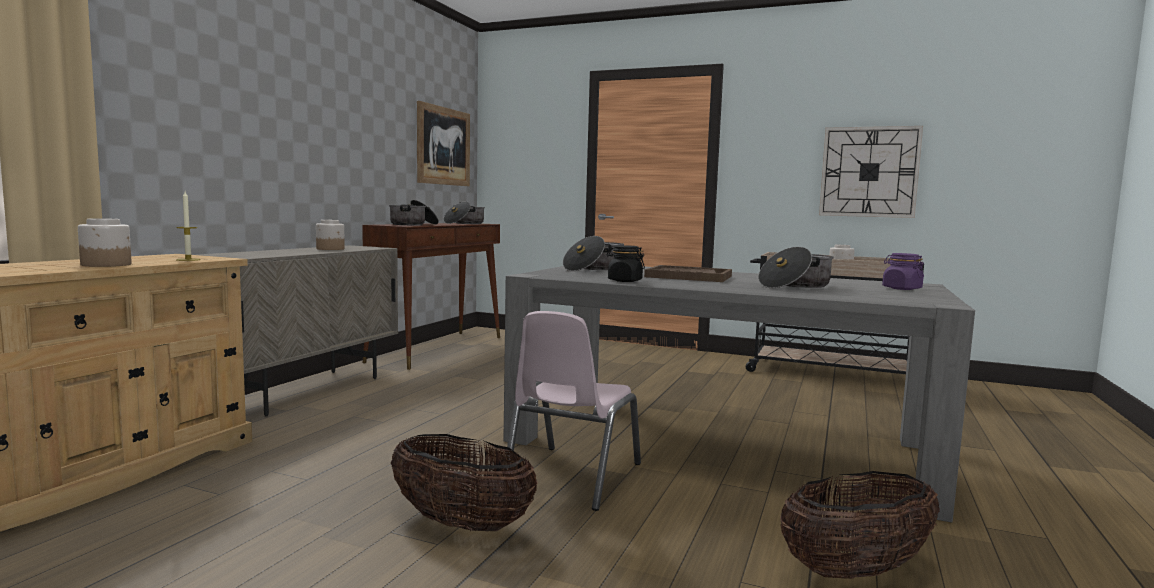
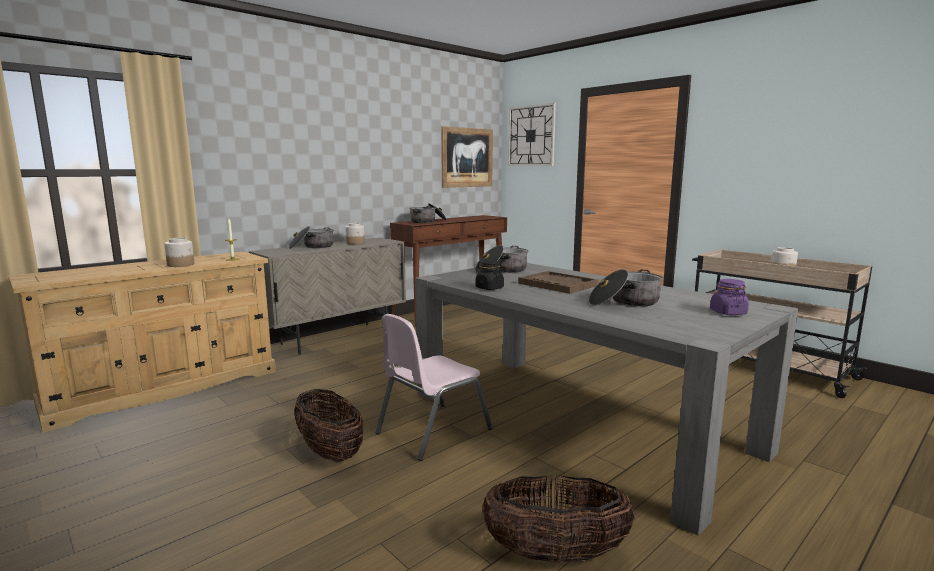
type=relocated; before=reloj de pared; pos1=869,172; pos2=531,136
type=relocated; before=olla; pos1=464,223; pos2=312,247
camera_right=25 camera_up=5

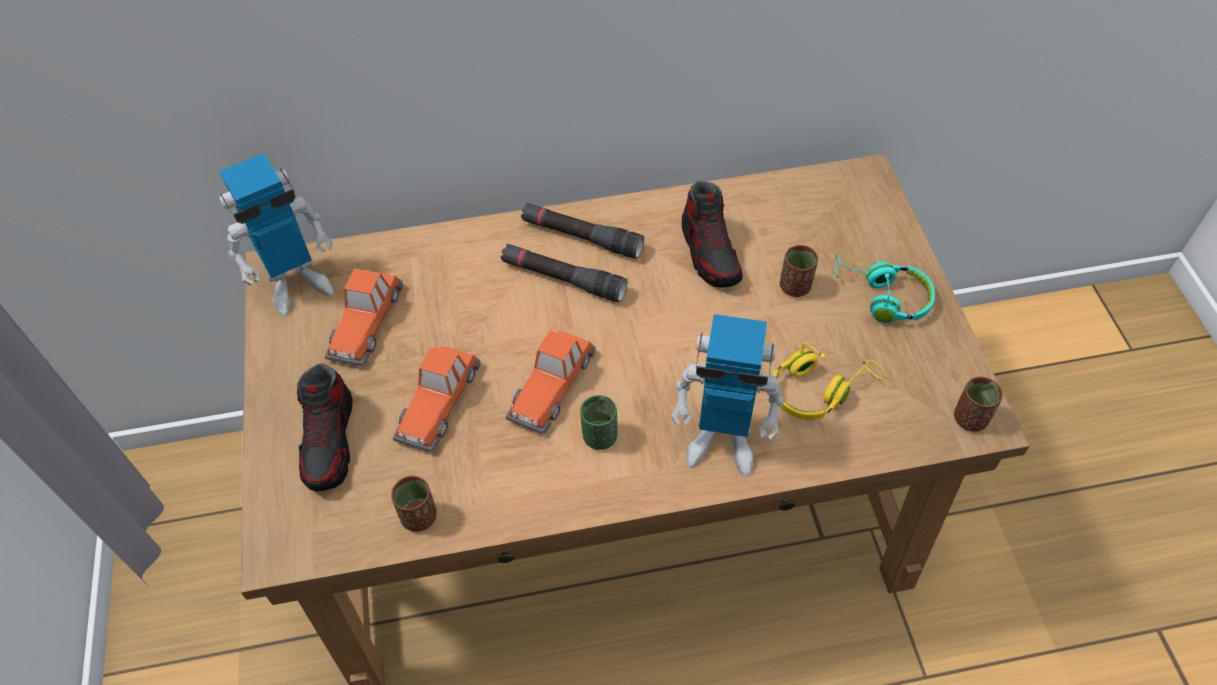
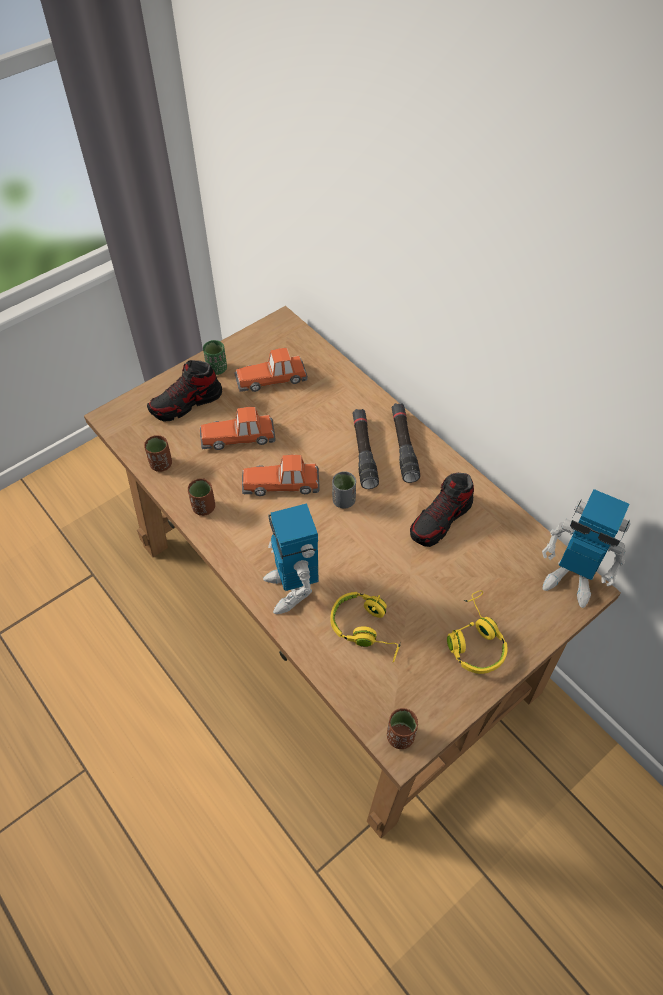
type=relocated; before=robot de juguete; pos1=297,285; pos2=571,579
type=relocated; before=taza (marrón); pos1=795,286; pos2=204,507
type=colour; before=auriculares (turquesa); after=auriculares (amarillo); pos1=882,297; pos2=474,640
type=relocated; before=taza (verde); pos1=599,436; pos2=217,369
type=appeared; after=taza (gris); pos2=343,500
camera_right=60 camera_up=0

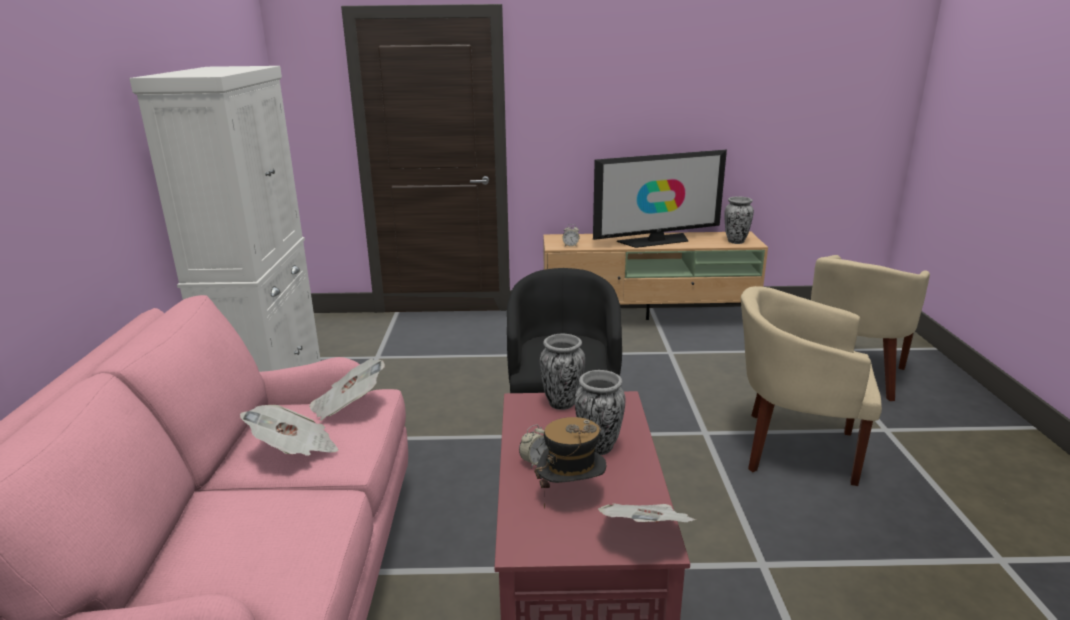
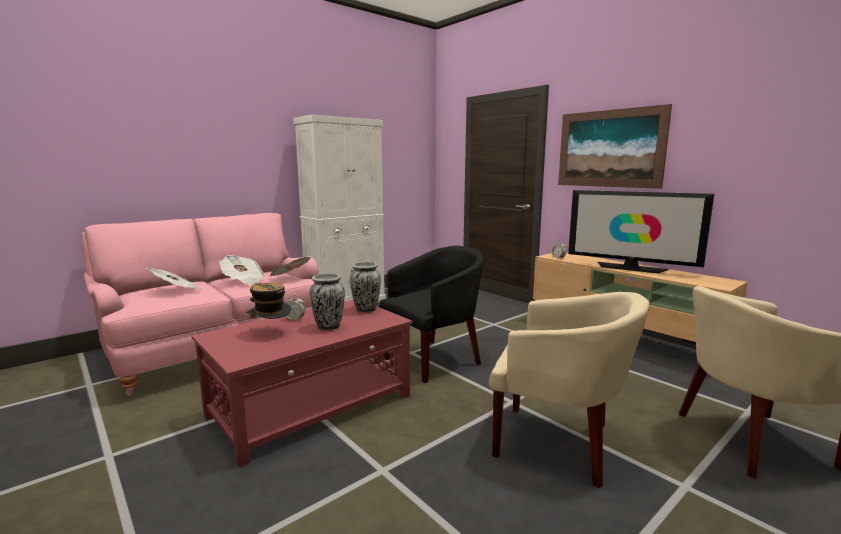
type=missing; before=florero; pos1=736,241
type=spun; before=sillón (beis); pos1=794,448; pos2=558,443; turn=135
type=relocated; before=periódico; pos1=646,533; pos2=177,291
type=appeared; after=cuadro; pos2=609,148
camera_right=50 camera_up=-10

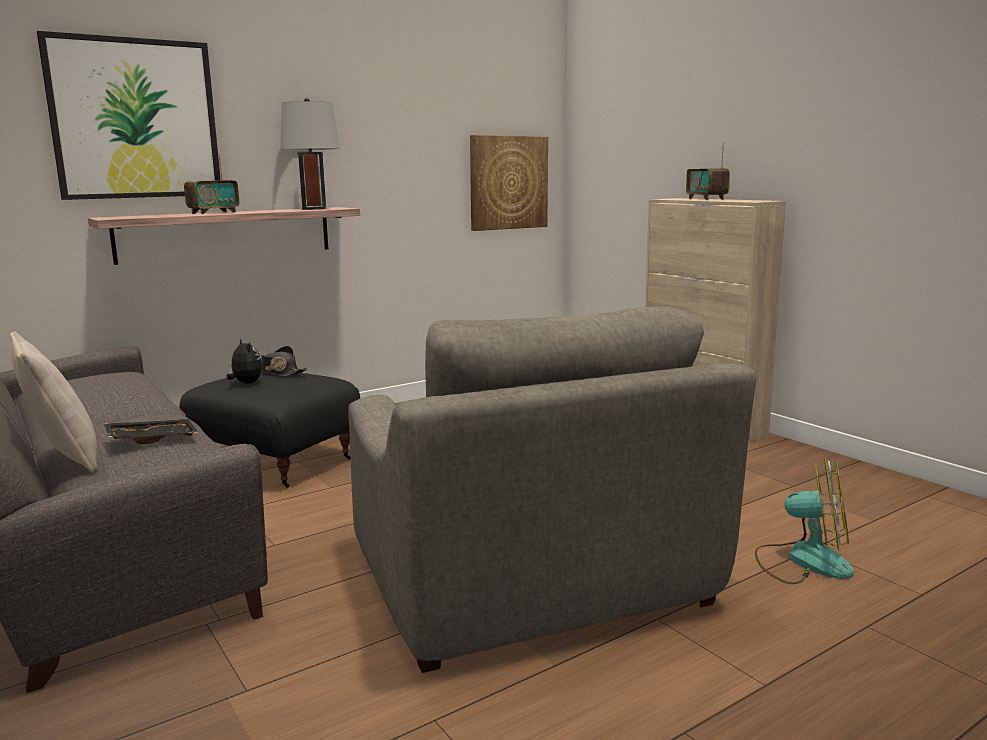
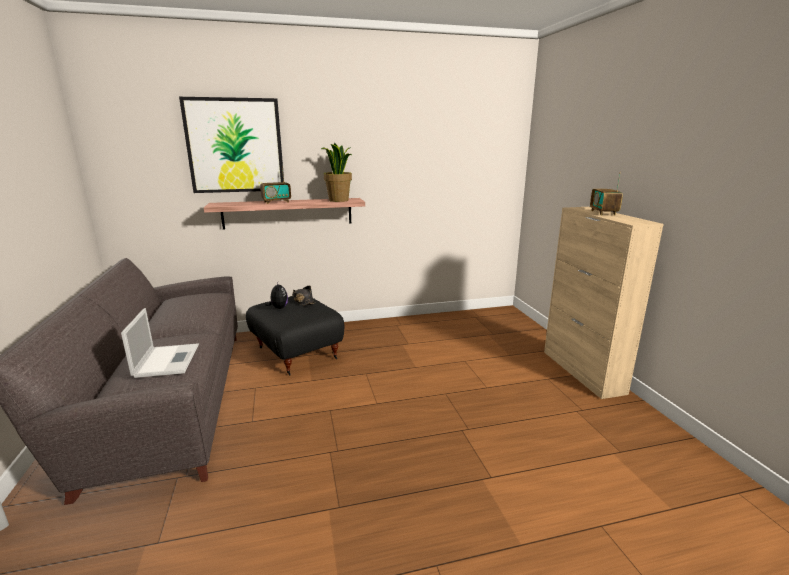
type=exchanged; before=lámpara de mesa (gris); after=planta en maceta; pos1=314,209; pos2=339,200
type=missing; before=cuadro; pos1=508,182
type=missing; before=sillón (gris); pos1=531,579
type=missing; before=cojín (beis); pos1=63,456
type=exchanged; before=bandeja (negro); after=portátil; pos1=152,439; pos2=167,360
type=missing; before=ventilador; pos1=803,561
camera_right=20 camera_up=5

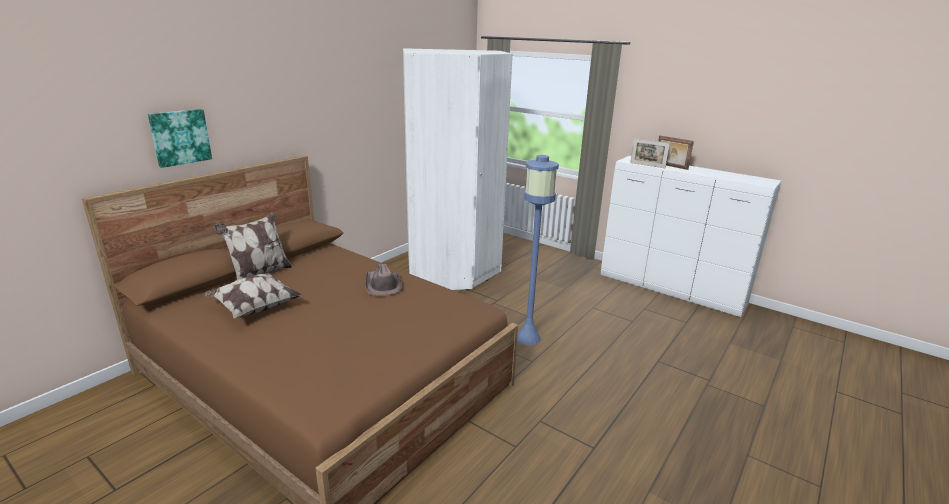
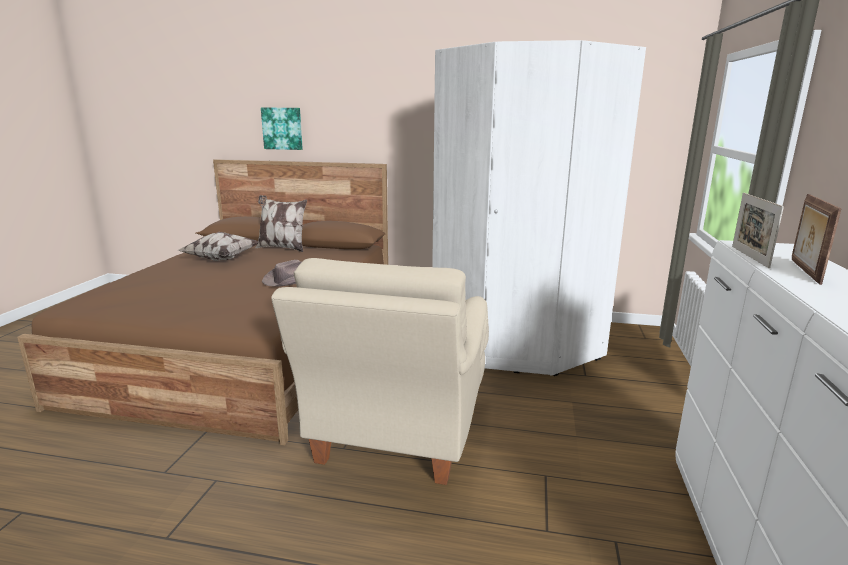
type=exchanged; before=lámpara de pie (azul); after=sillón (beis); pos1=528,338; pos2=397,433
camera_right=65 camera_up=-5

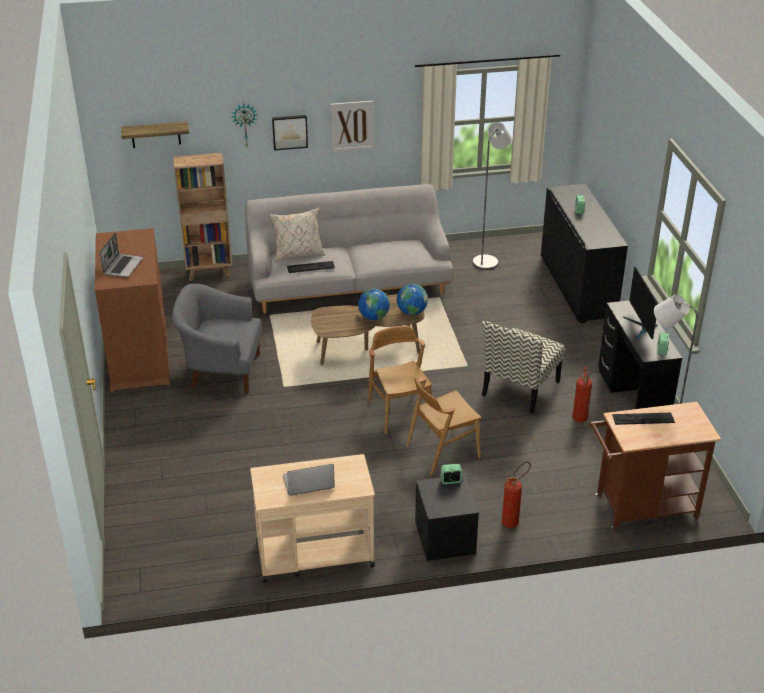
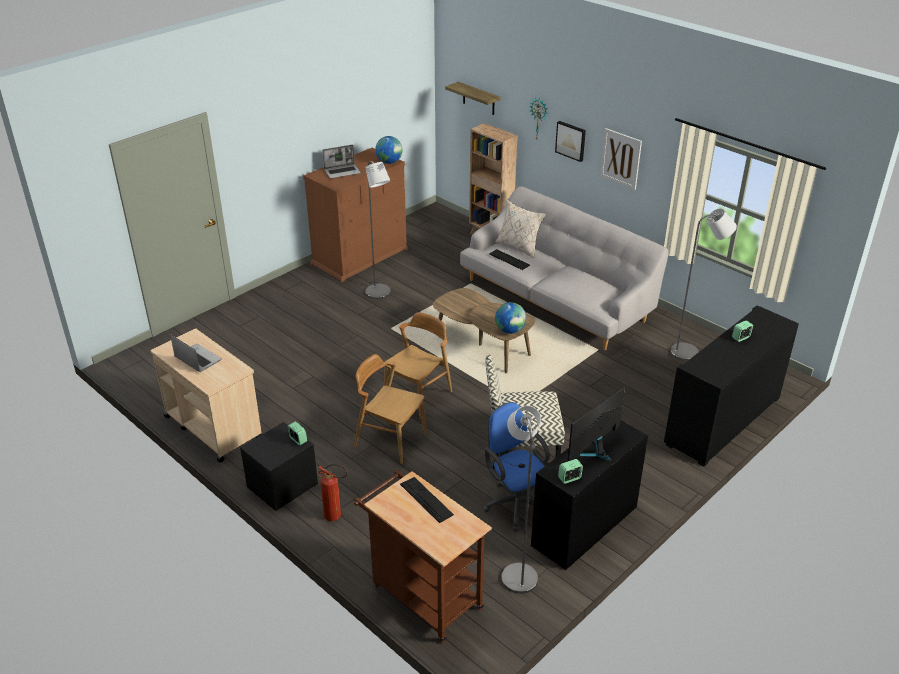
type=exchanged; before=sillón (gris); after=lámpara de pie (gris); pos1=221,371; pos2=380,294
type=relocated; before=globo terráqueo; pos1=373,317; pos2=389,162
type=exchanged; before=extintor; after=silla de oficina (azul); pos1=580,420; pos2=515,503
camera_right=55 camera_up=0

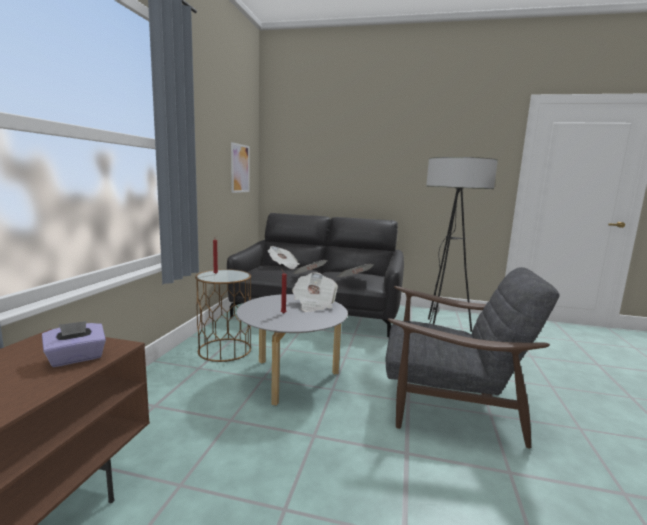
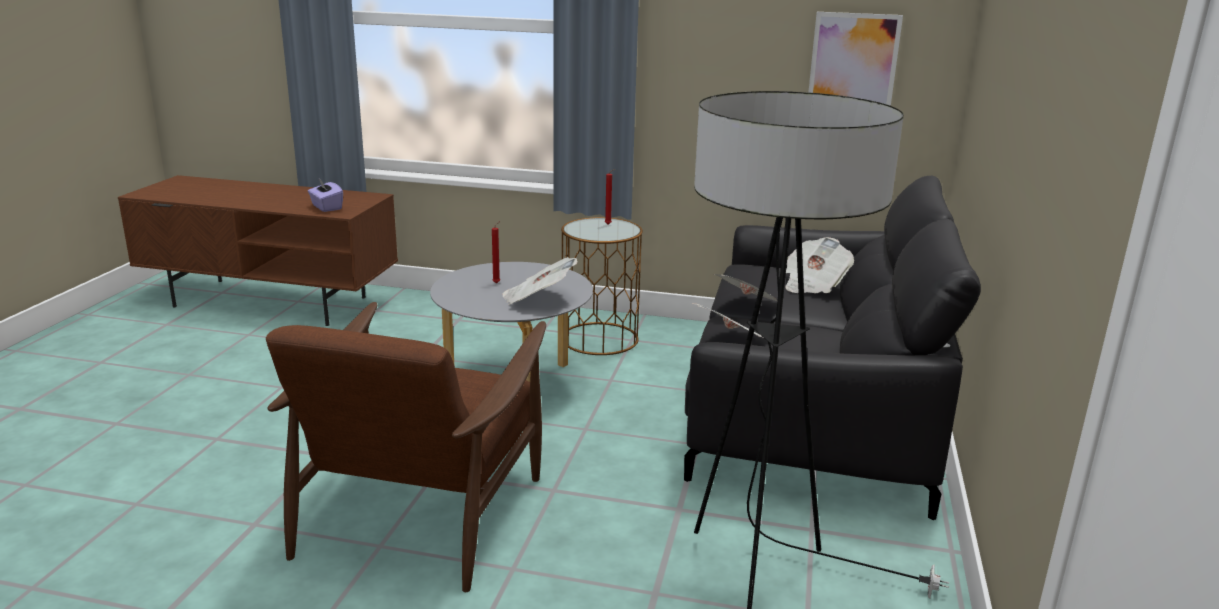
type=colour; before=sillón (gris); after=sillón (marrón); pos1=449,403; pos2=422,510
camera_right=90 camera_up=10

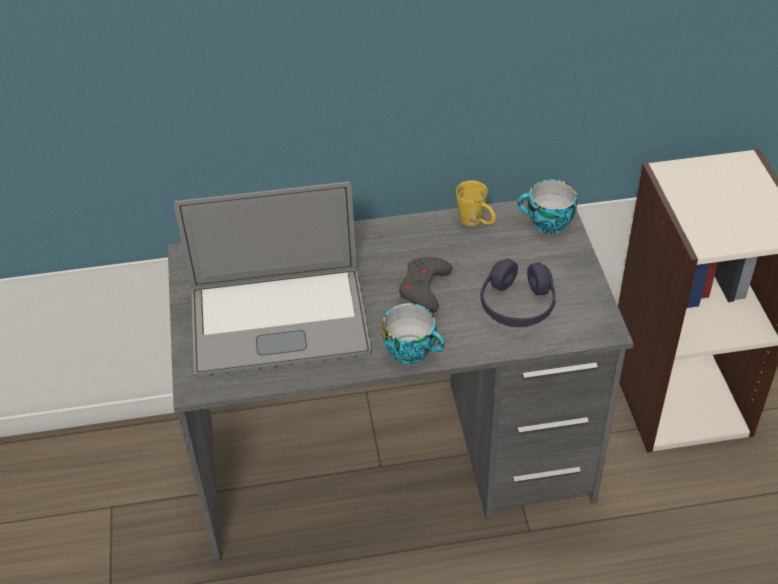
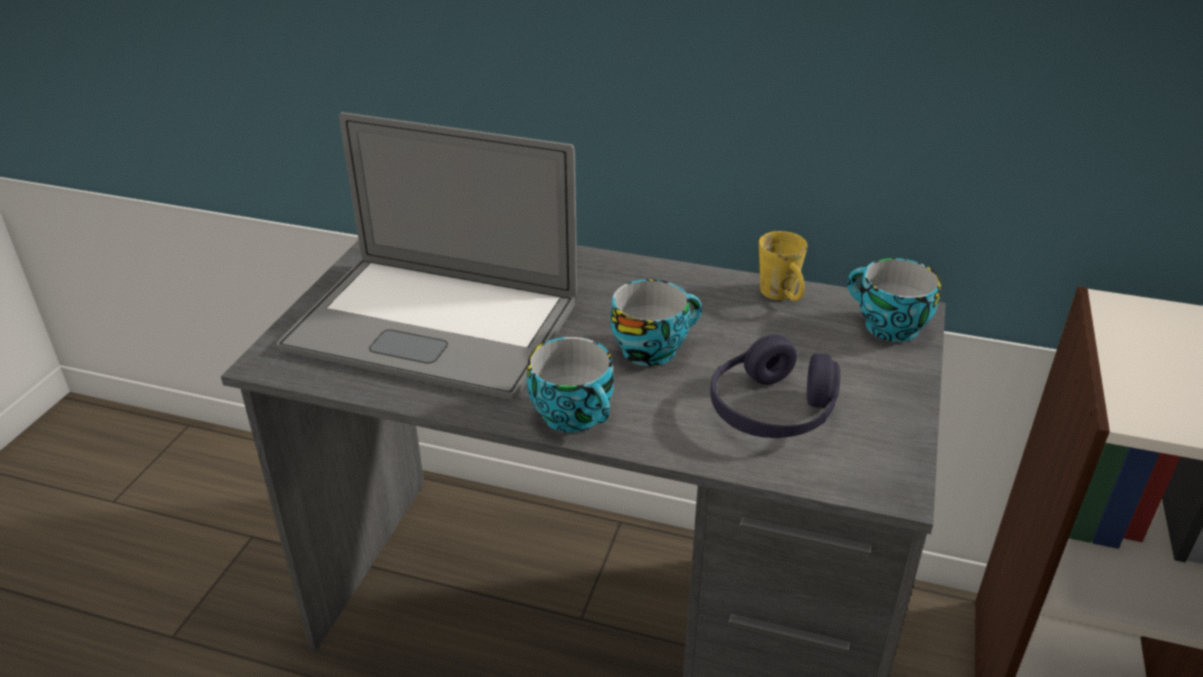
type=exchanged; before=mando de consola (gris); after=taza; pos1=424,288; pos2=652,348
camera_right=25 camera_up=-10

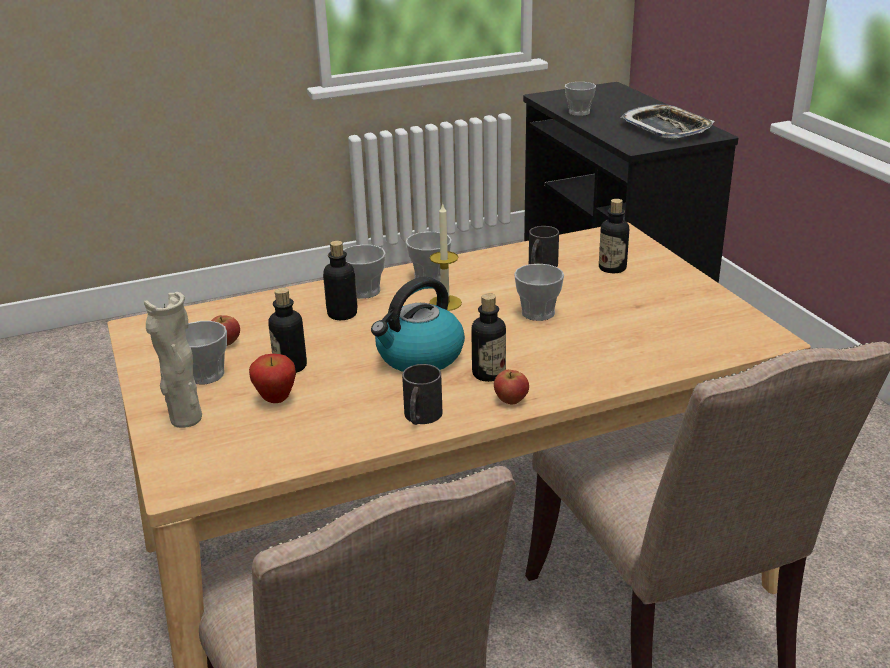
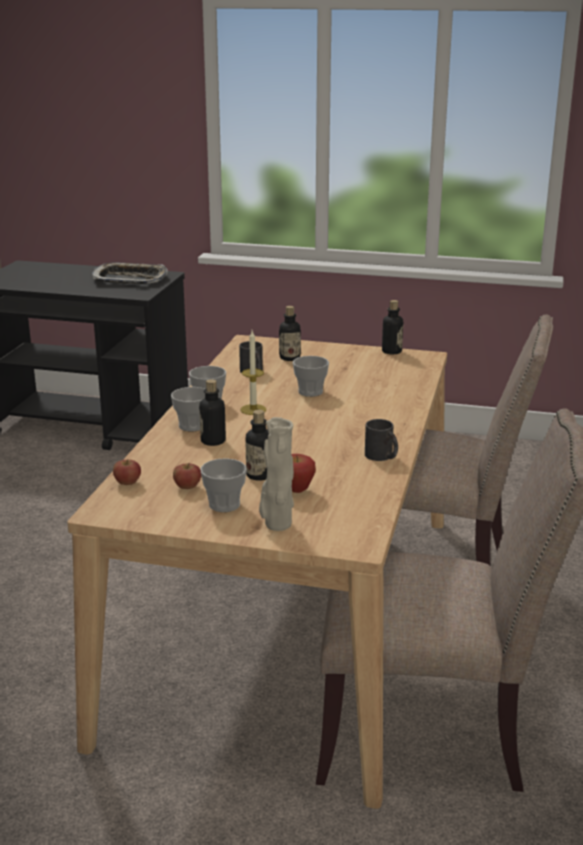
type=missing; before=taza; pos1=579,112
type=missing; before=hervidor; pos1=419,357
type=relocated; before=botella; pos1=488,374; pos2=391,351
type=relocated; before=manzana; pos1=511,400; pos2=127,483
camera_right=-55 camera_up=-5

